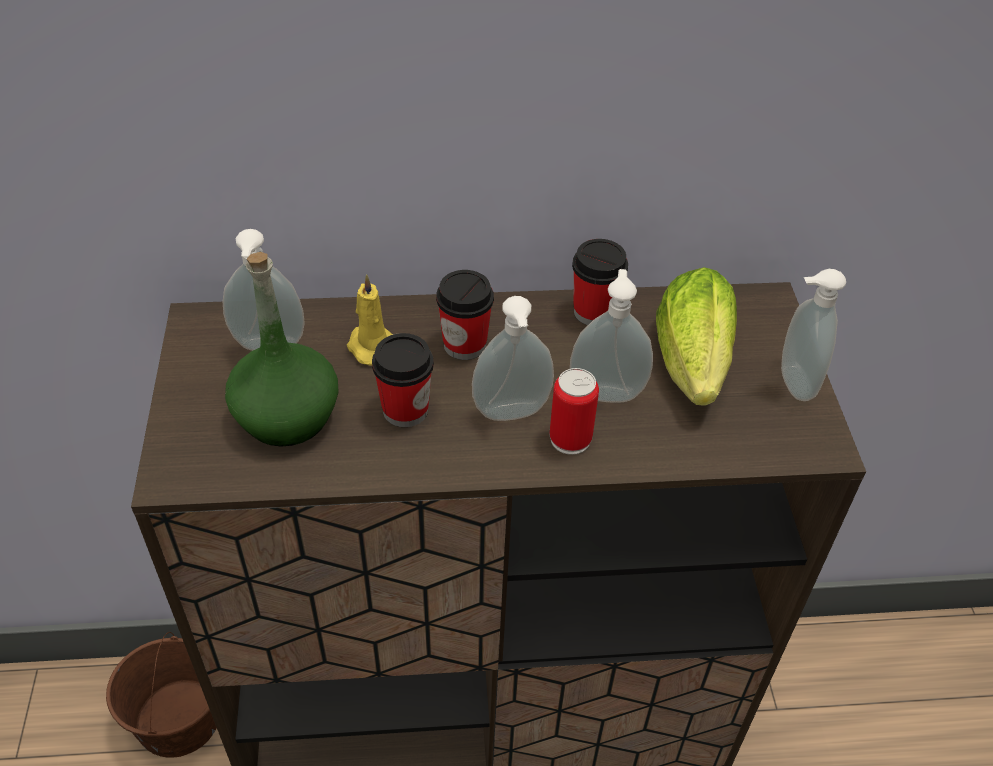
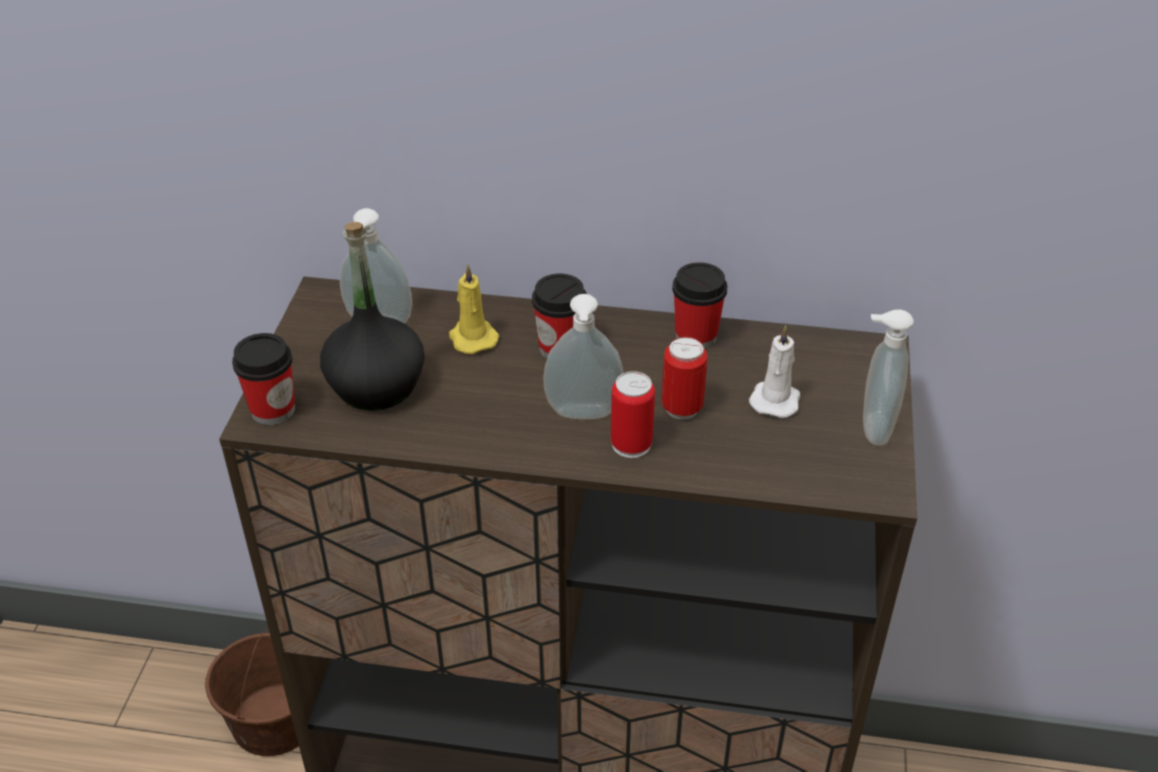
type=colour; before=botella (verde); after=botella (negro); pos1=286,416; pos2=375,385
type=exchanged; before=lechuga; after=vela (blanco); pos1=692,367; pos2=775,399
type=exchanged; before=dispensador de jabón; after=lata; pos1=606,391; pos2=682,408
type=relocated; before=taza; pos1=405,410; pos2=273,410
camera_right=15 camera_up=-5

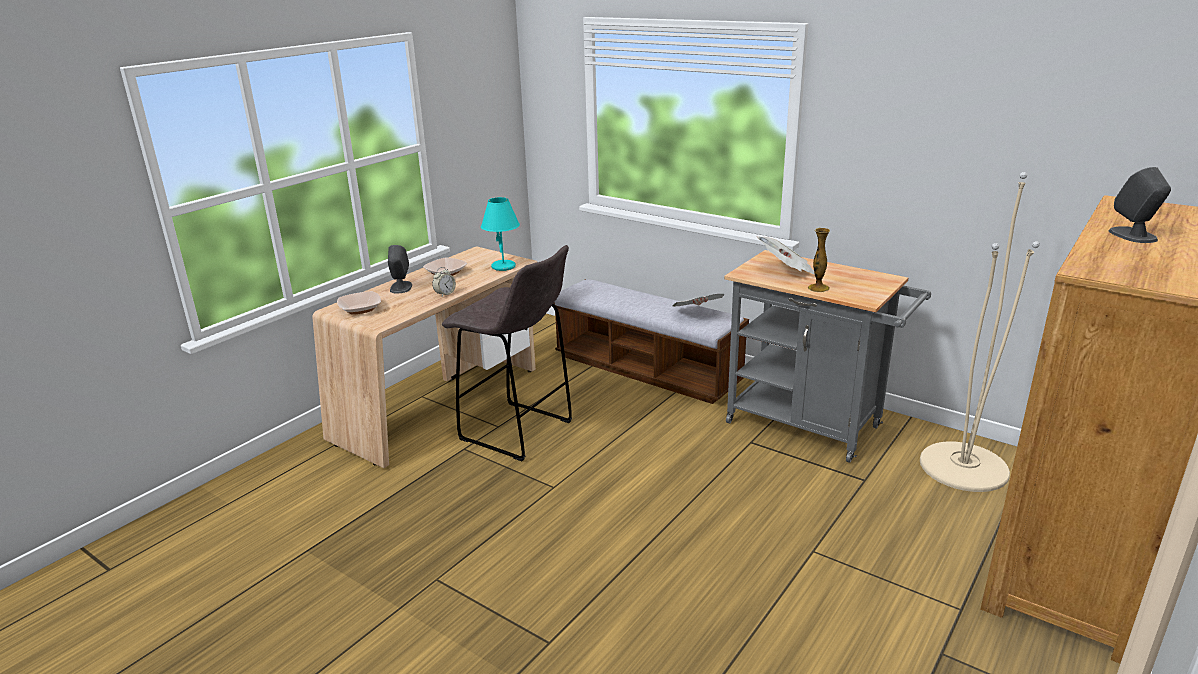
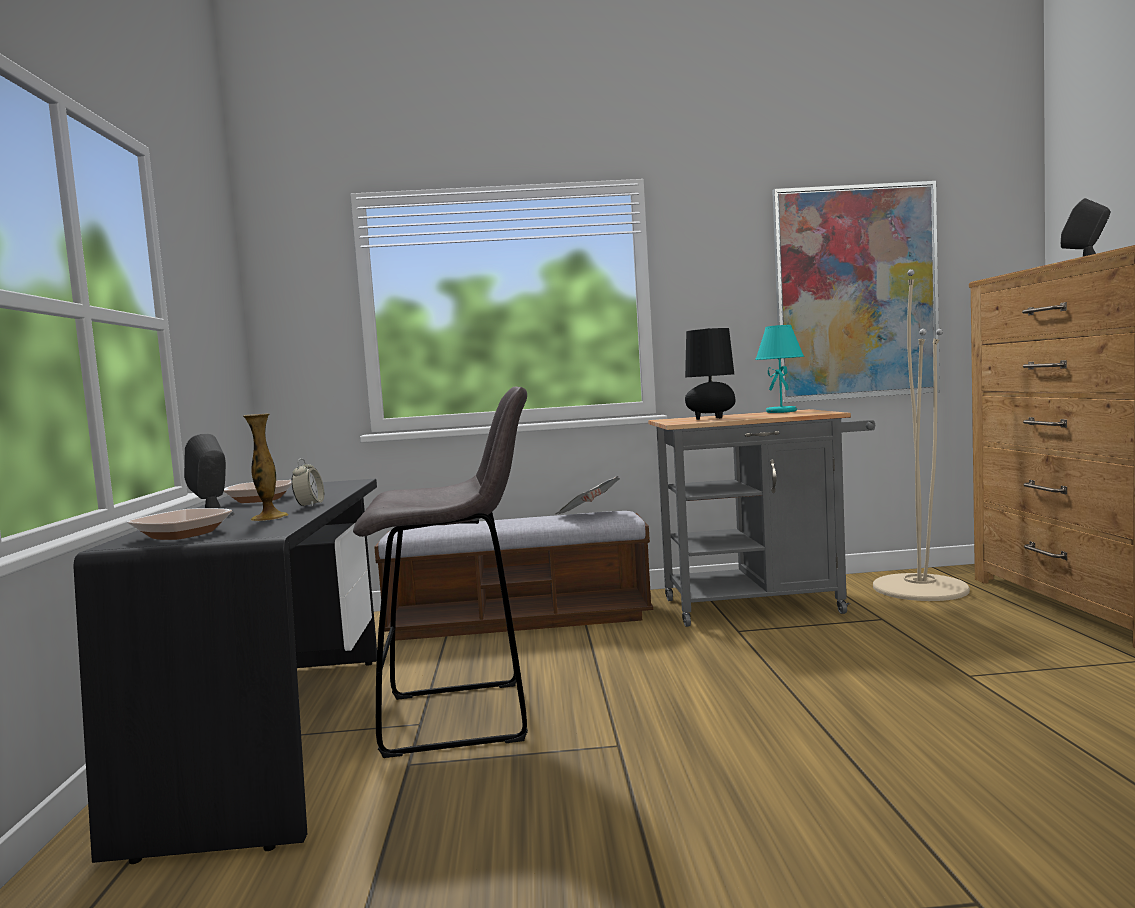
type=relocated; before=lámpara de mesa (turquesa); pos1=504,267; pos2=782,411
type=relocated; before=florero; pos1=818,288; pos2=269,517
type=exchanged; before=periódico; after=lámpara de mesa (negro); pos1=787,271; pos2=711,418
type=colour; before=escritorio (beis); after=escritorio (negro); pos1=441,404; pos2=281,736
type=appeared; after=cuadro; pos2=856,293
camera_right=-40 camera_up=-20

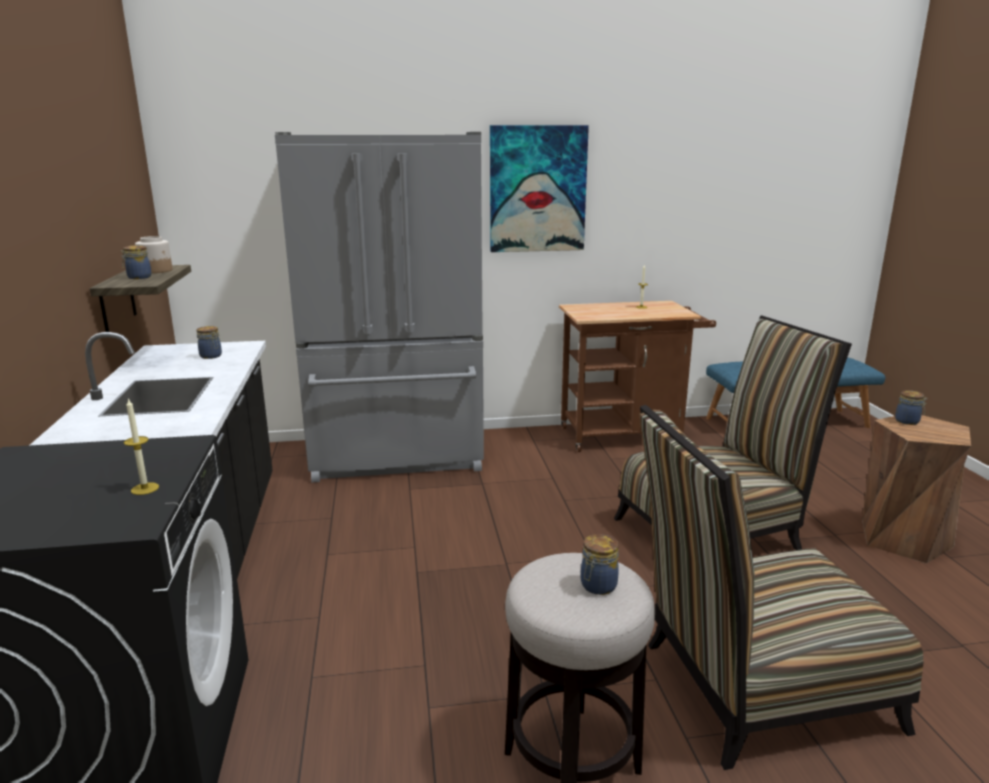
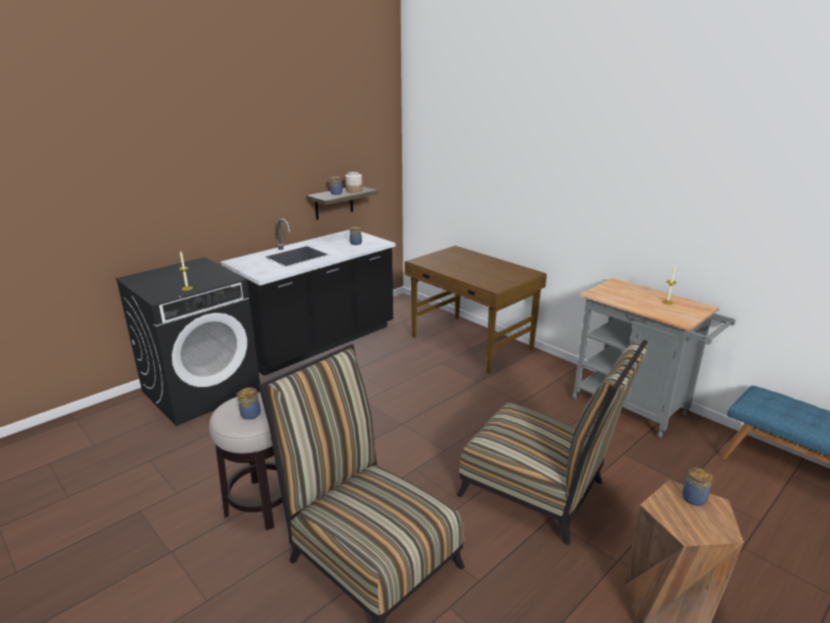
type=missing; before=cuadro; pos1=537,189
type=exchanged; before=nevera (gris); after=escritorio (marrón); pos1=397,456; pos2=471,343
type=colour; before=carrito (marrón); after=carrito (gris); pos1=627,435; pos2=636,409
camera_right=55 camera_up=5

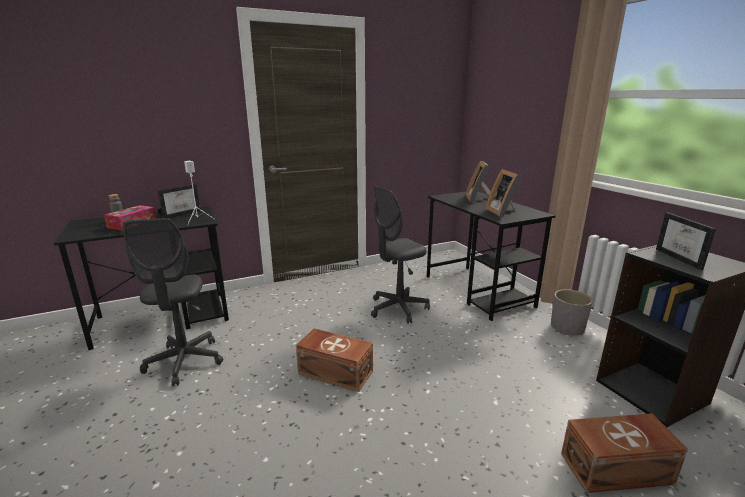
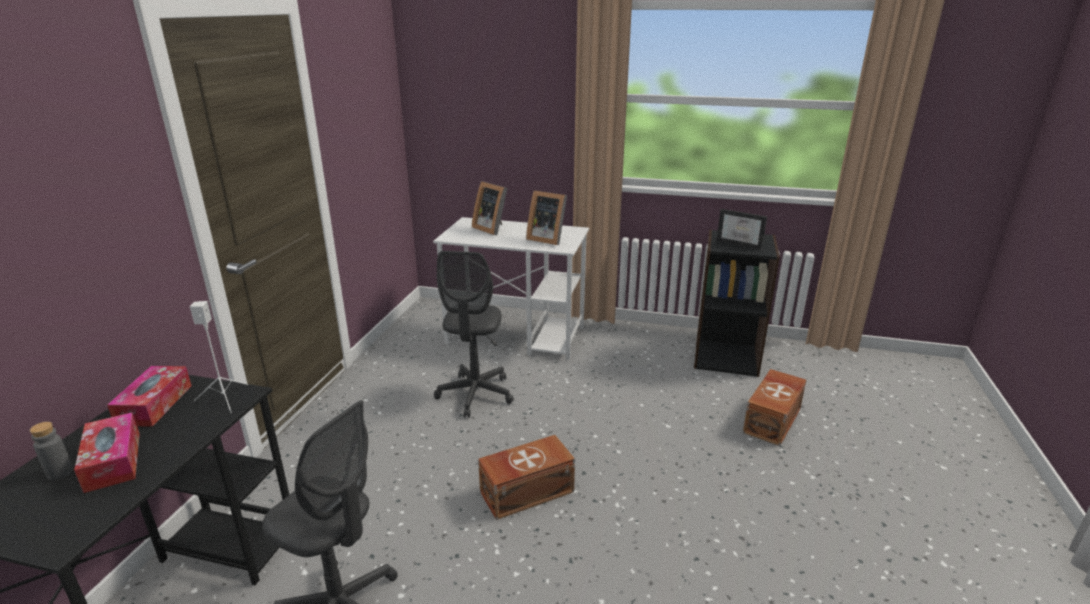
type=exchanged; before=portarretratos; after=caja de pañuelos; pos1=181,214; pos2=155,404
type=colour; before=escritorio (negro); after=escritorio (blanco); pos1=478,291; pos2=516,335
type=missing; before=maceta (gris); pos1=567,328
camera_right=-50 camera_up=5

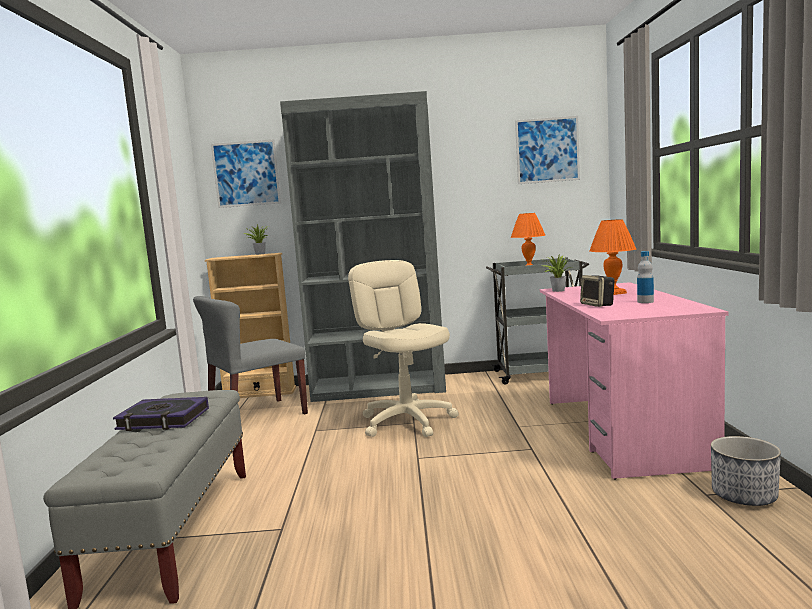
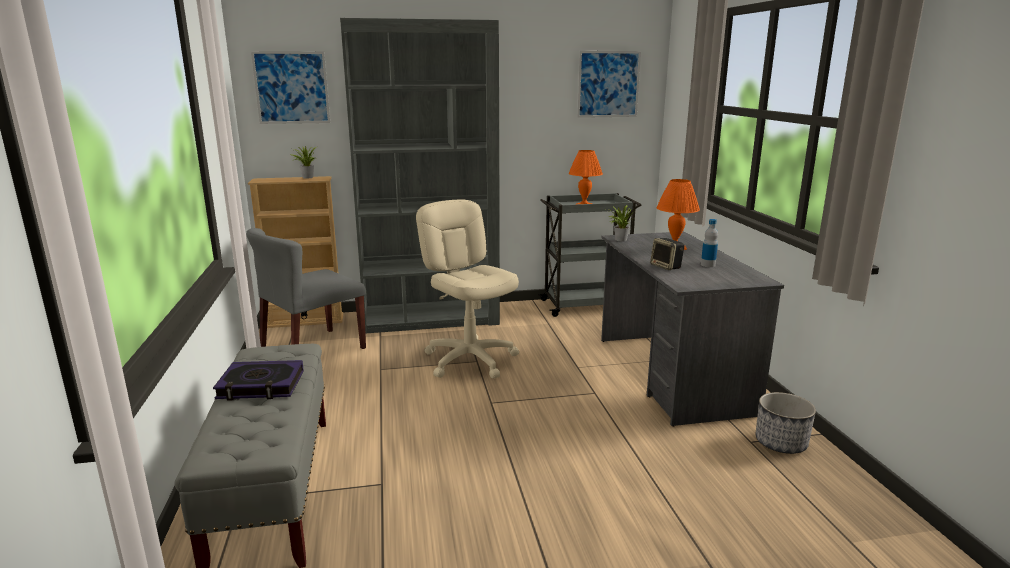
type=colour; before=escritorio (rosa); after=escritorio (gris); pos1=622,432; pos2=671,374
camera_right=-10 camera_up=10

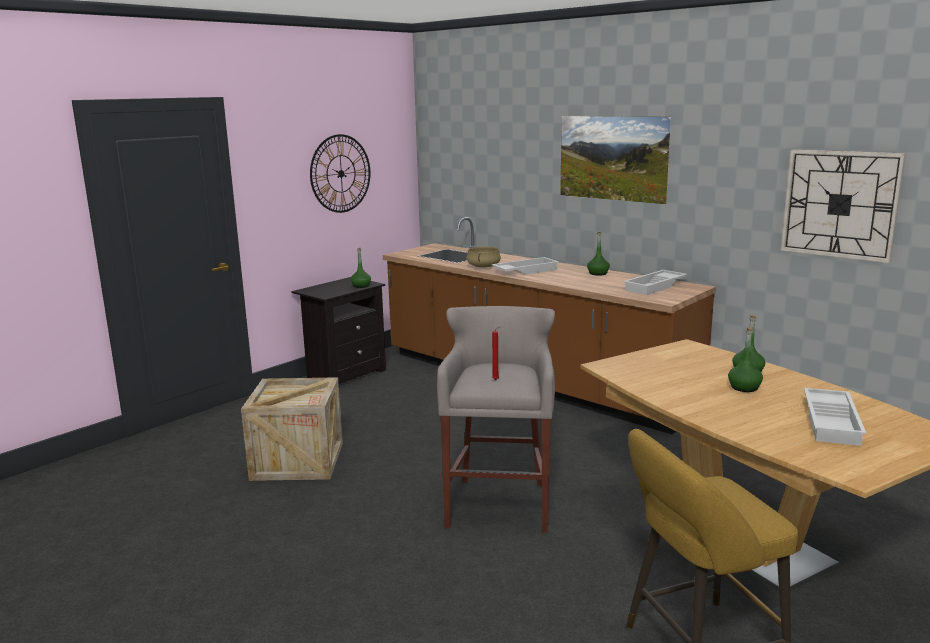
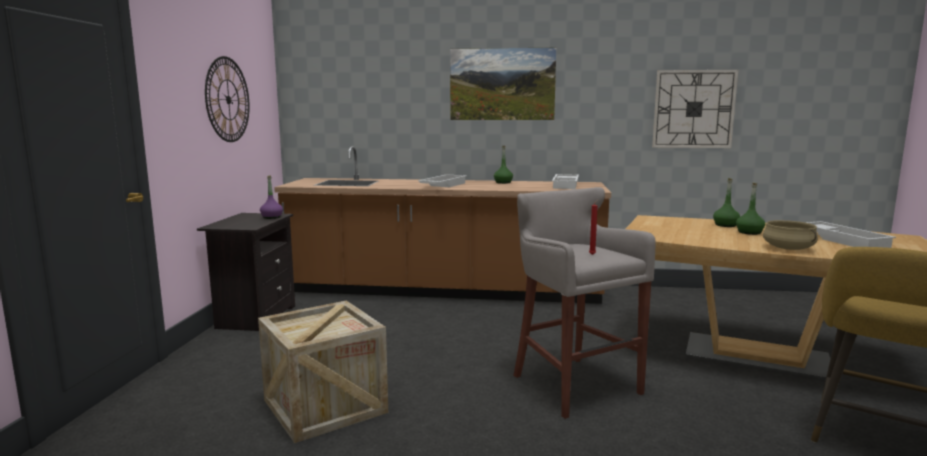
type=relocated; before=olla (beis); pos1=484,266; pos2=788,248
type=colour; before=botella (verde); after=botella (morado); pos1=361,286; pos2=271,217
camera_right=-35 camera_up=-5

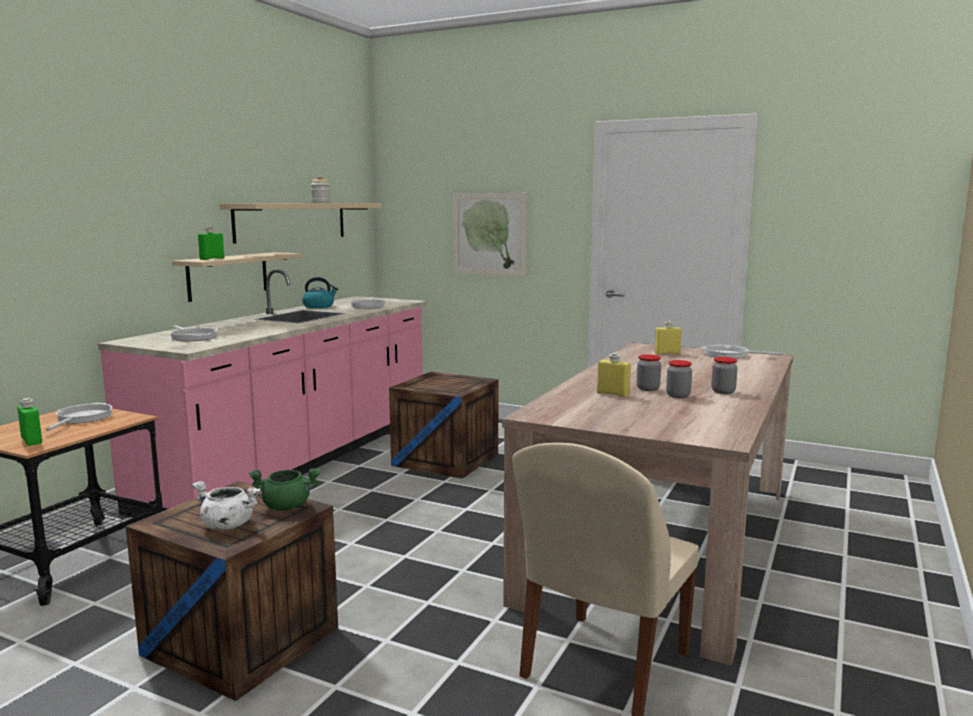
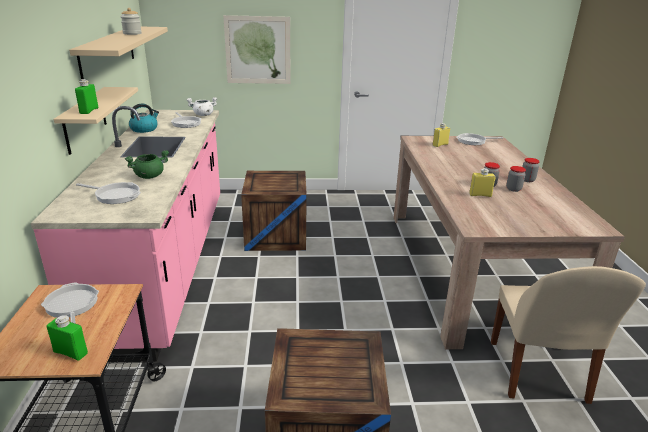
type=relocated; before=olla (verde); pos1=287,506; pos2=149,176
type=relocated; before=olla (blanco); pos1=227,525; pos2=203,115
camera_right=-30 camera_up=15

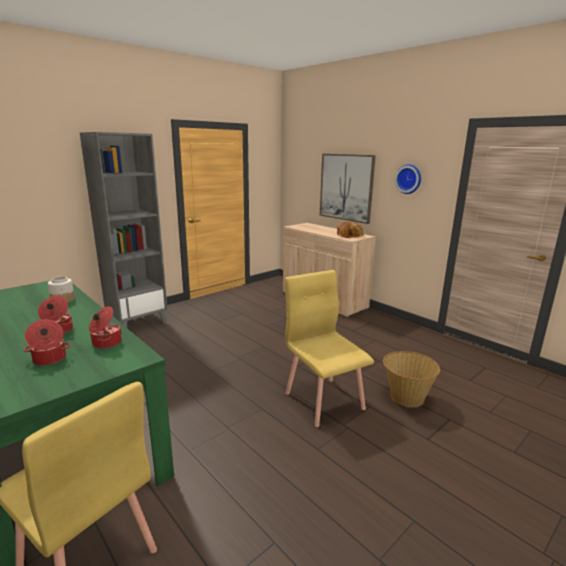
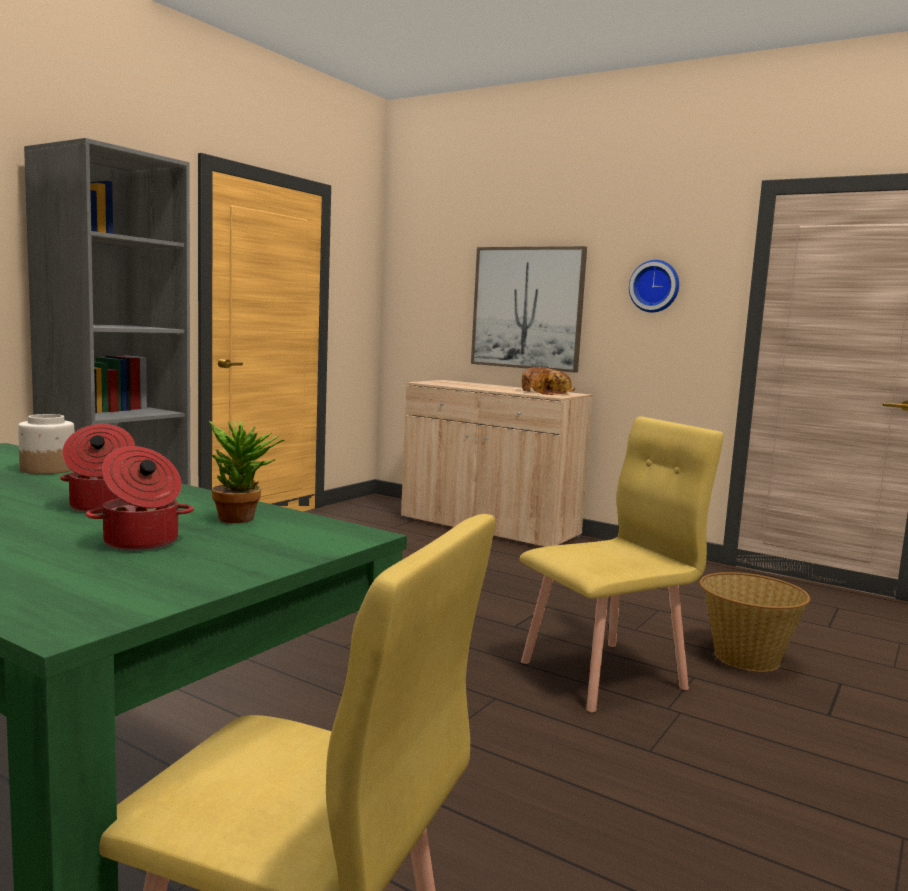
type=spun; before=silla (amarillo); pos1=324,400; pos2=604,675; turn=105
type=exchanged; before=olla; after=planta en maceta; pos1=106,343; pos2=243,519
camera_right=-15 camera_up=-10

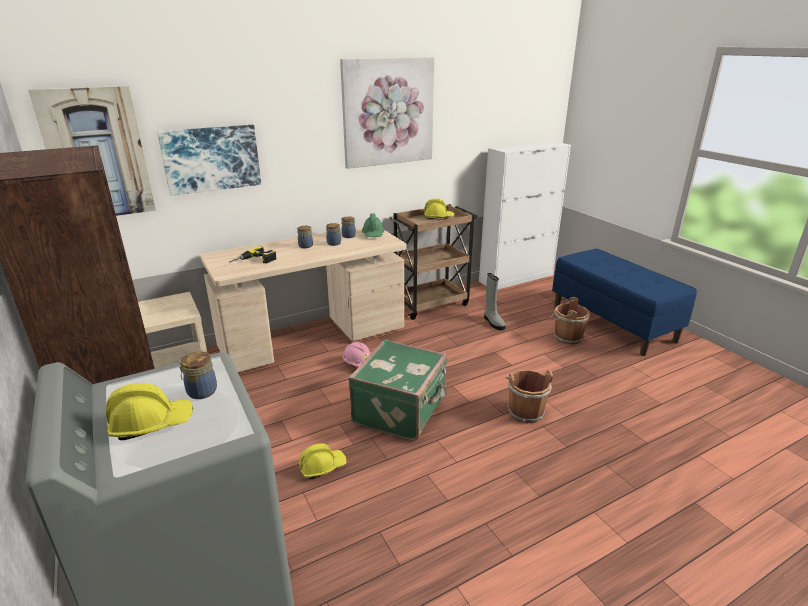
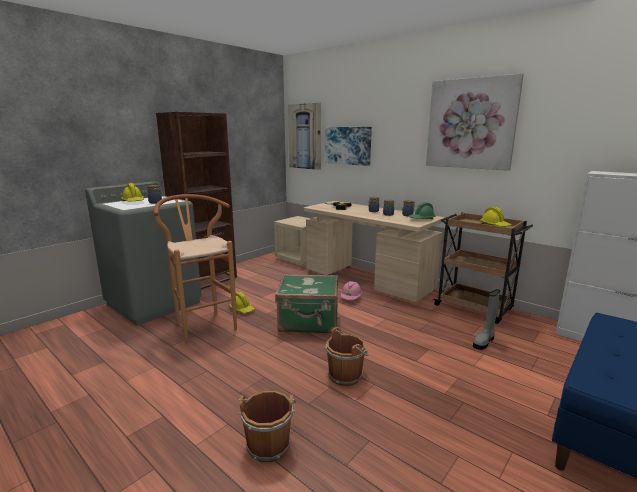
type=relocated; before=cubo (marrón); pos1=566,337; pos2=268,444
type=appeared; after=taburete (marrón); pos2=202,324
camera_right=70 camera_up=-10

